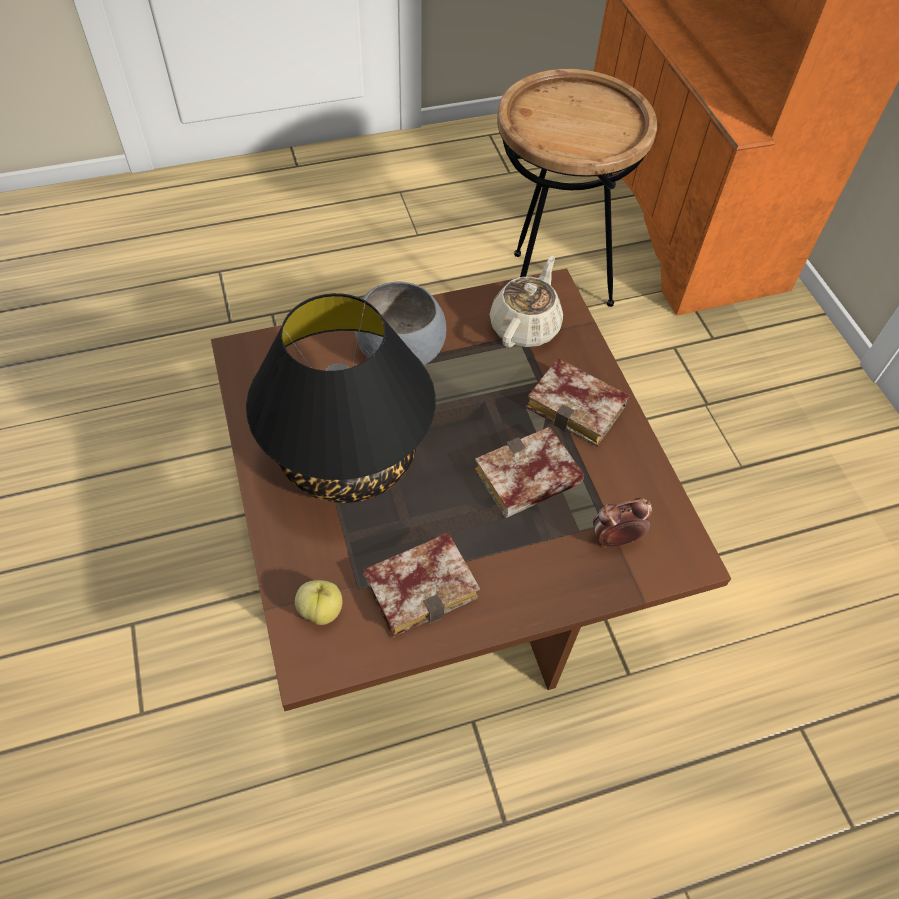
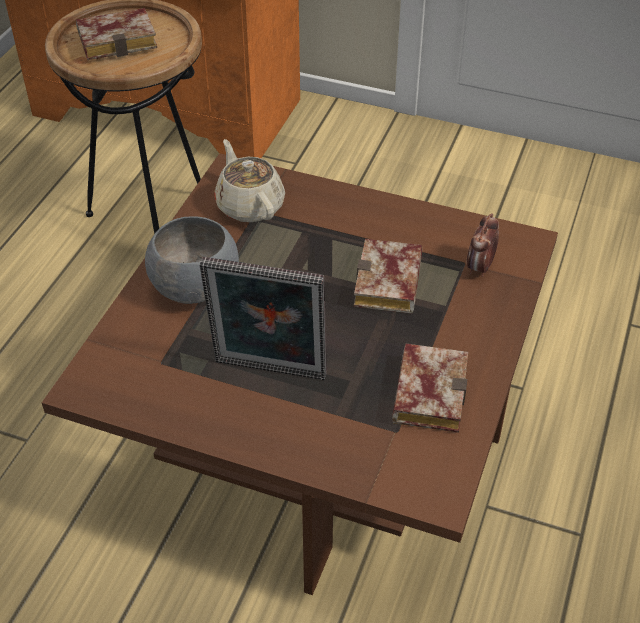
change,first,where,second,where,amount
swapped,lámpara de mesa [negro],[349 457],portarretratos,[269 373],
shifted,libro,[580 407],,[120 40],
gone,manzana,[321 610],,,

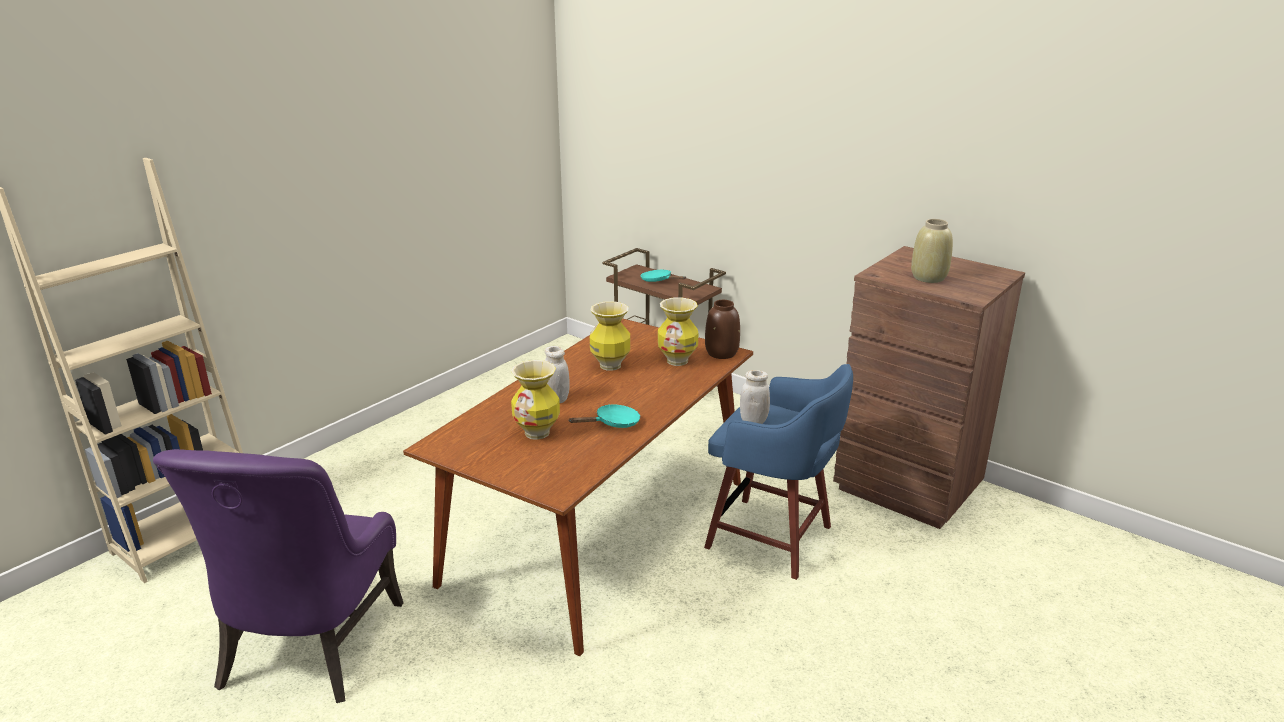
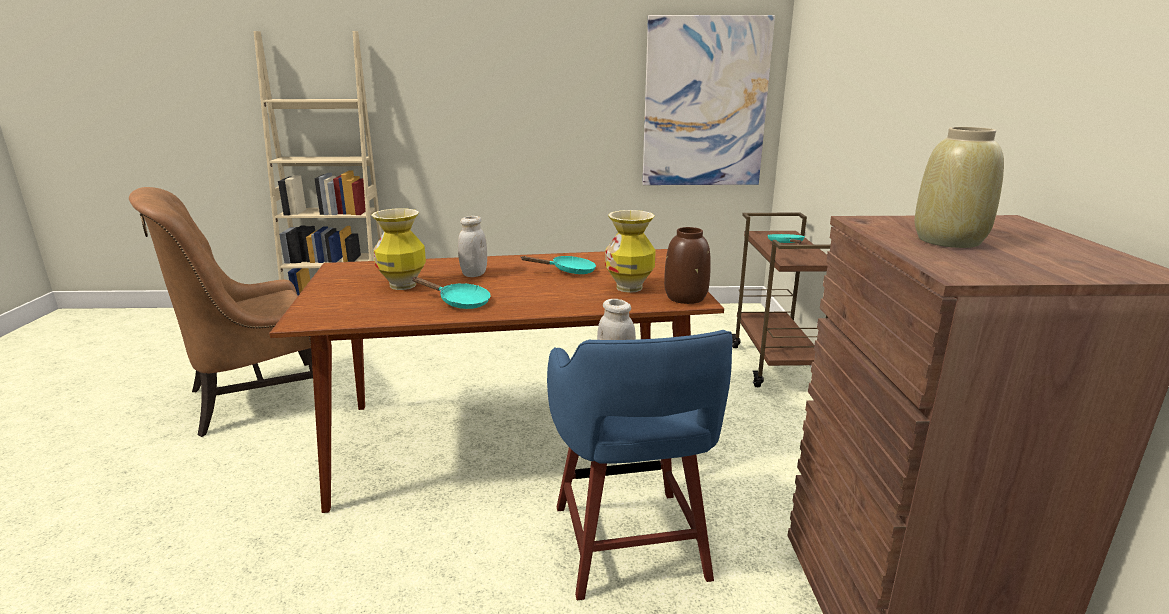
change,first,where,second,where,amount
swapped,florero,[610 366],sartén [turquesa],[569 271],
repainted,silla [morado],[310 645],silla [marrón],[257 397],
new,,,cuadro,[705 103],

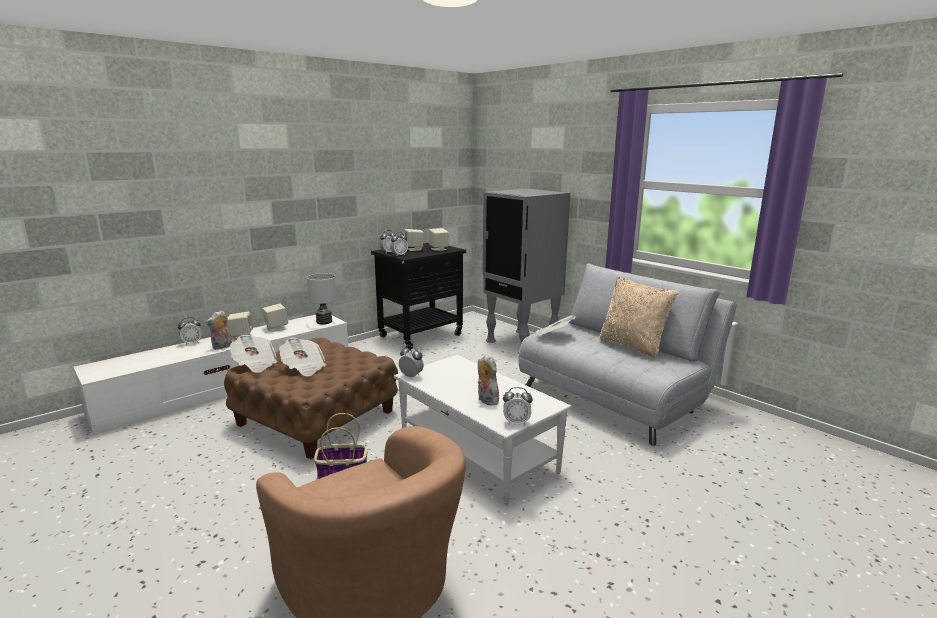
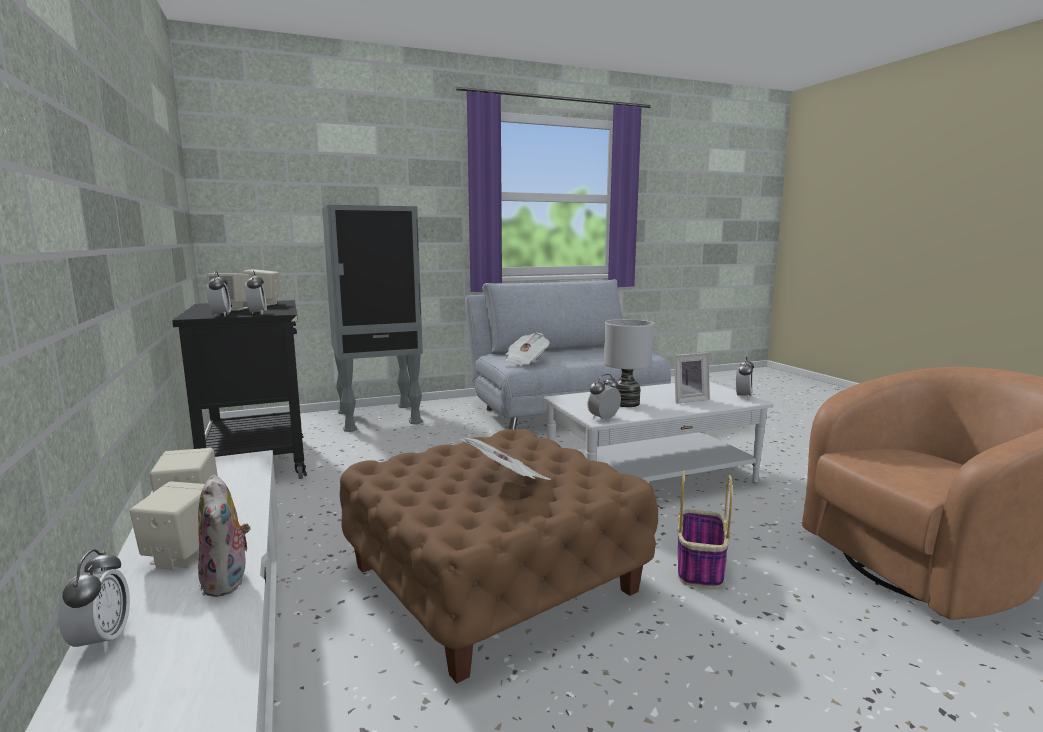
change,first,where,second,where,amount
shifted,lámpara de mesa [gris],[324 322],,[625 403],
gone,cojín [beis],[632 348],,,
gone,periódico,[255 364],,,
swapped,peluche,[486 400],portarretratos,[688 399],

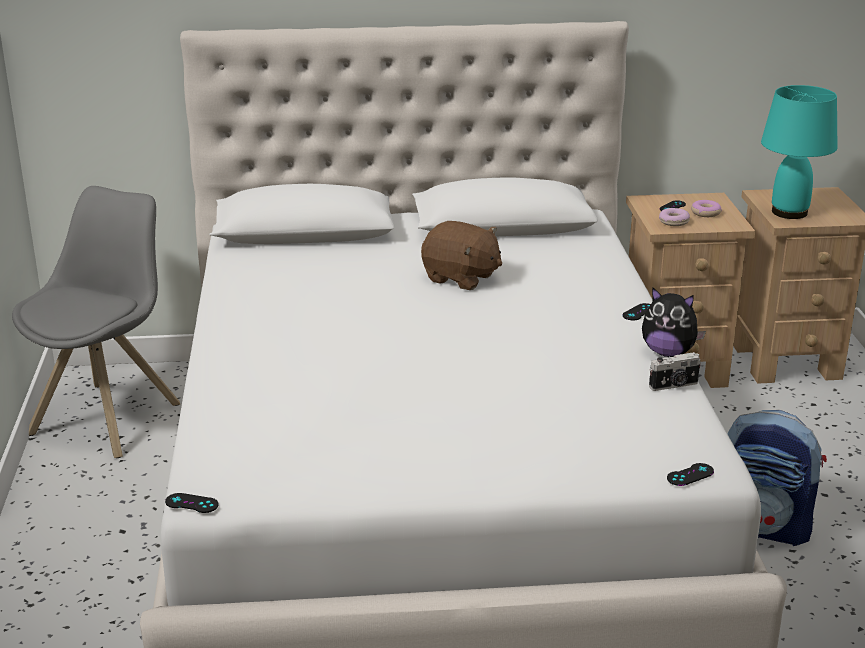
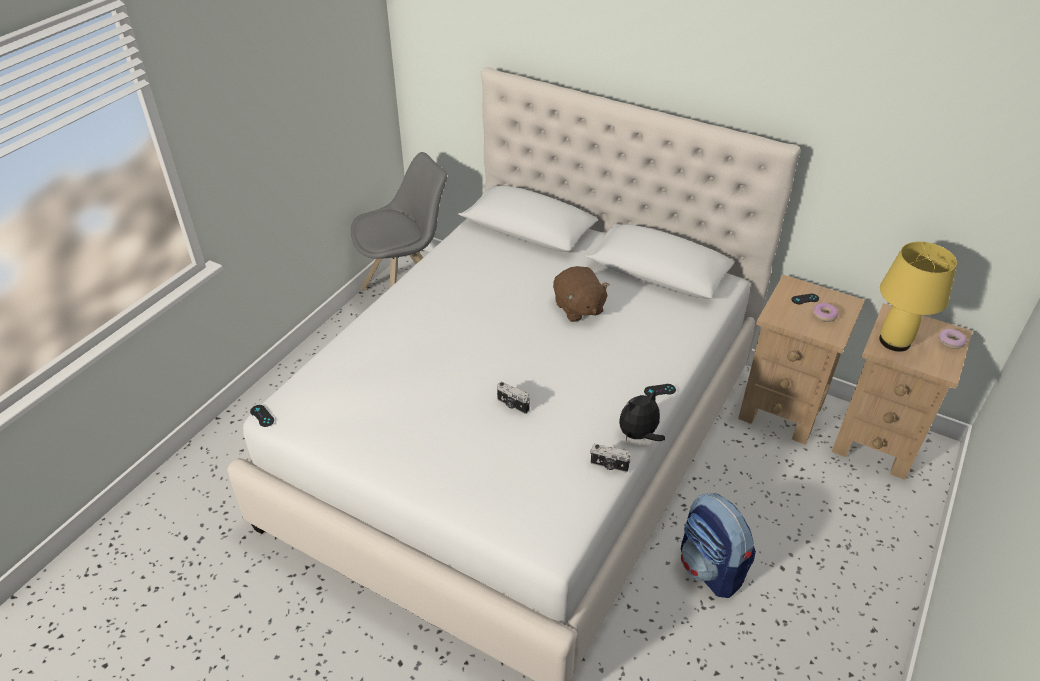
change,first,where,second,where,amount
repainted,lámpara de mesa [turquesa],[788 212],lámpara de mesa [amarillo],[894 341],
shifted,rosquilla,[673 222],,[950 342],
rotated,peluche,[668 352],,[639 435],90 degrees clockwise
gone,mando de consola [negro],[690 475],,,
new,,,cámara,[512 405],

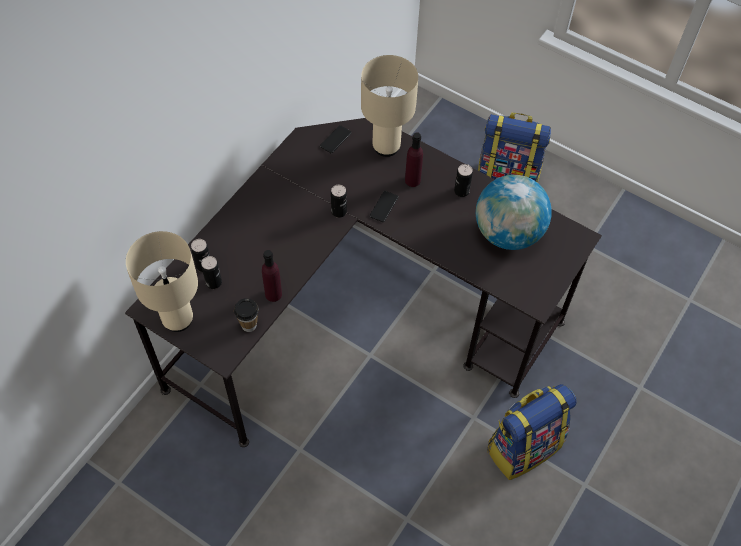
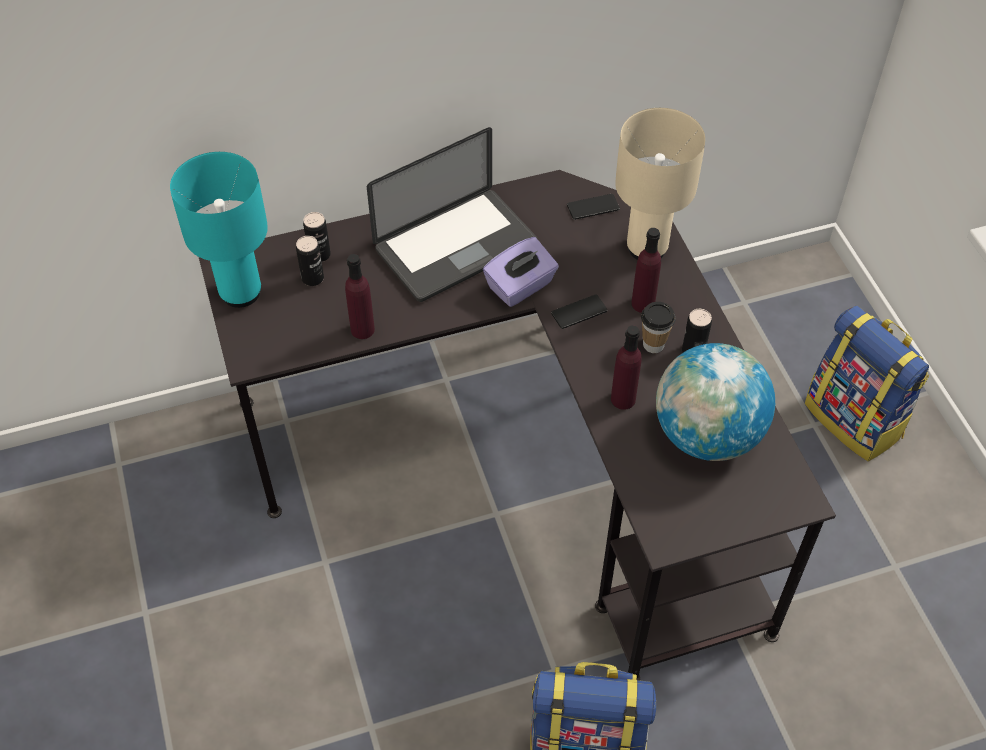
change,first,where,second,where,amount
swapped,lata,[339 211],caja de pañuelos [morado],[520 286],
repainted,lámpara de mesa [beis],[177 320],lámpara de mesa [turquesa],[239 293],
shifted,taza,[249 325],,[653 345],
new,,,portátil,[455 247],
new,,,botella [morado],[623 399],

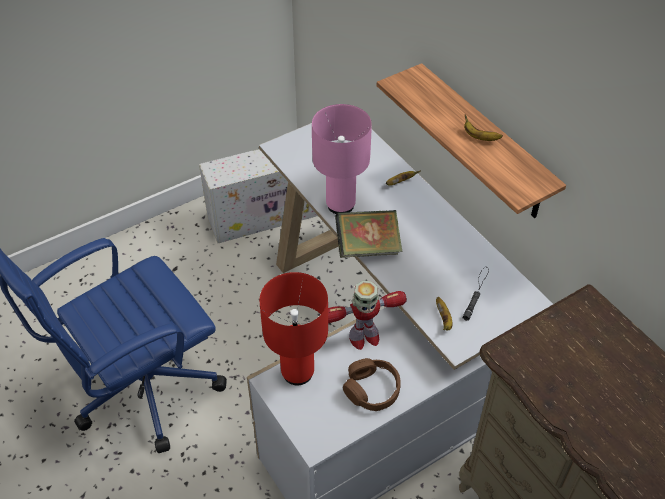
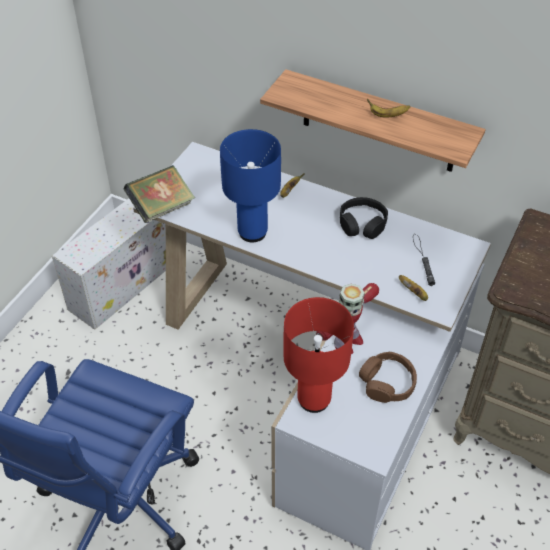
change,first,where,second,where,amount
repainted,lámpara de mesa [rosa],[341 204],lámpara de mesa [azul],[252 232],
shifted,libro,[368 248],,[161 208],
new,,,auriculares [negro],[362 224],

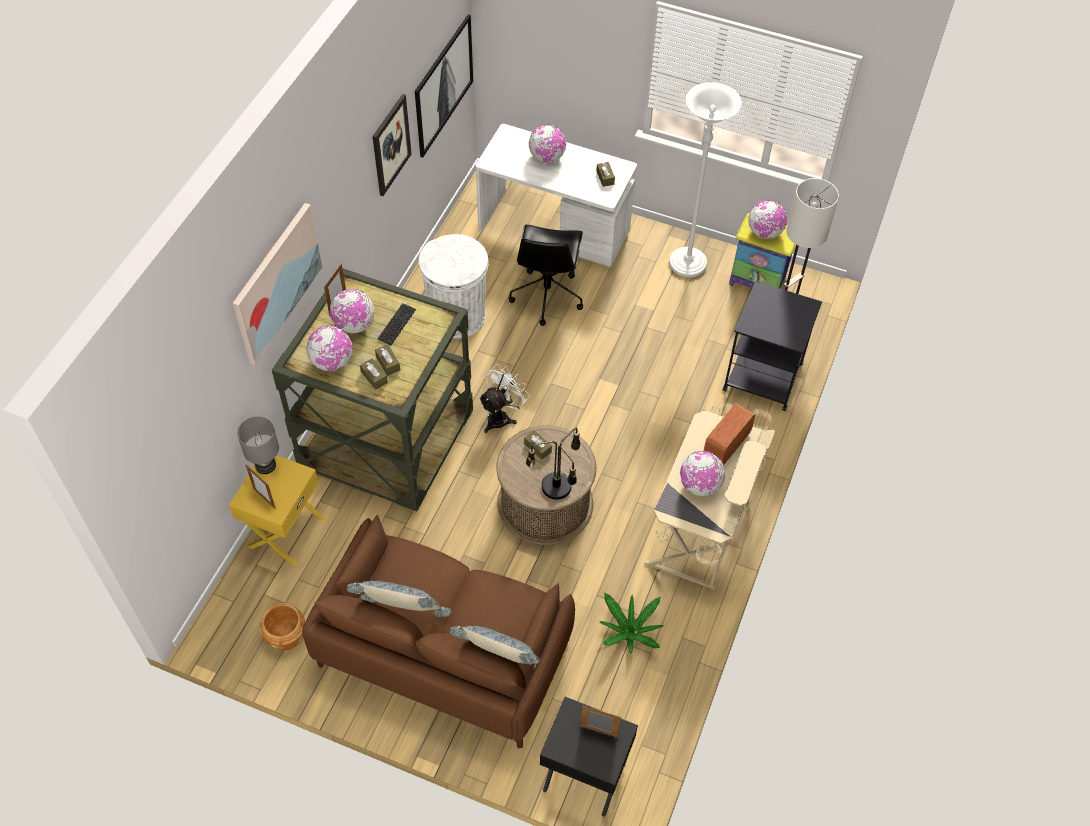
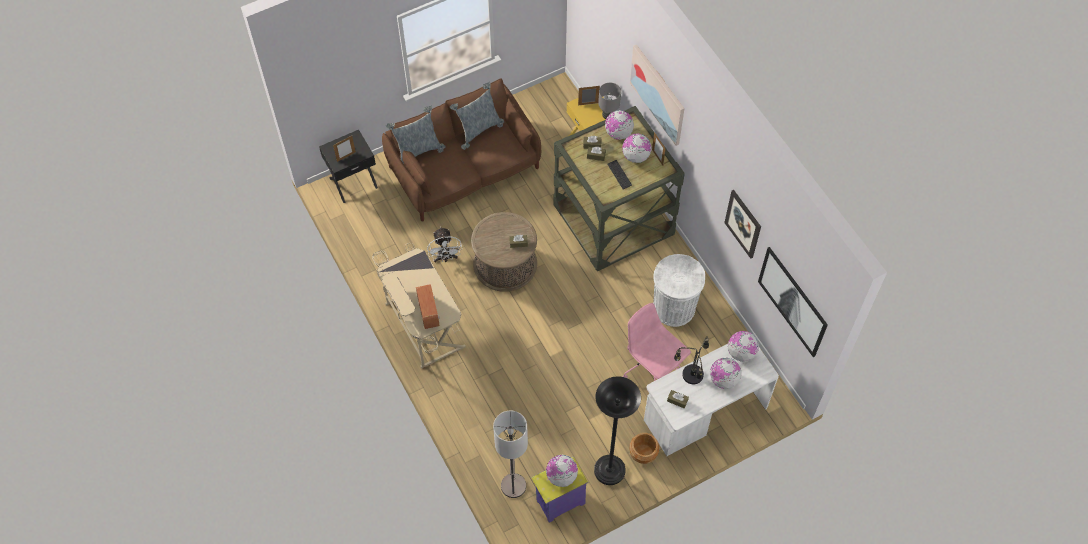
change,first,where,second,where,amount
repainted,lámpara de pie [blanco],[687 264],lámpara de pie [negro],[609 470],
repainted,silla de oficina [negro],[547 294],silla de oficina [rosa],[651 369],
gone,carrito [negro],[762 378],,,
shifted,ventilador [blanco],[501 416],,[445 258],
shifted,lámpara de mesa,[556 487],,[692 374],
shifted,globo terráqueo,[699 485],,[741 353],
gone,planta en maceta,[630 632],,,
shifted,maceta [marrón],[286 637],,[643 454],

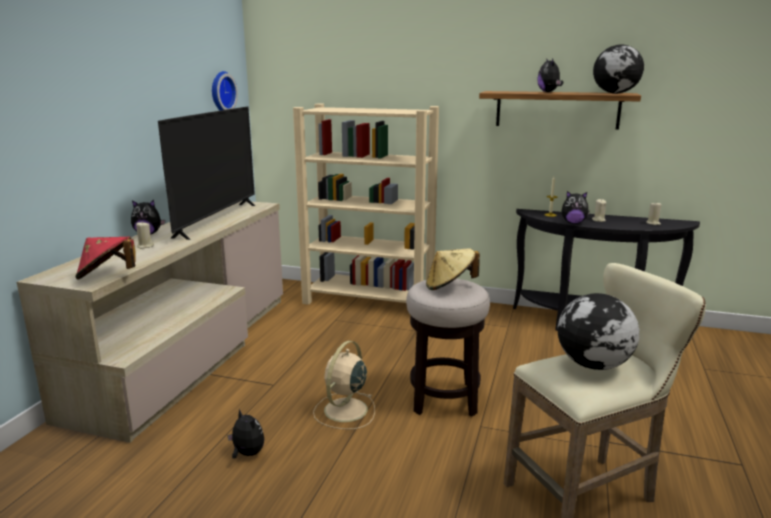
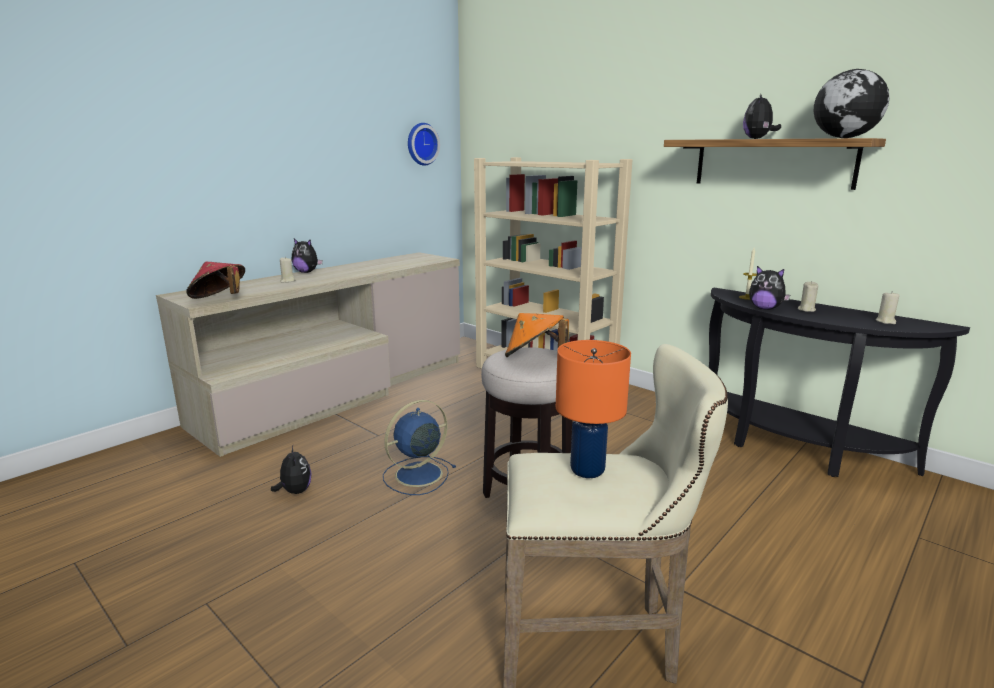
change,first,where,second,where,amount
gone,televisor,[217 220],,,
repainted,sombrero [beis],[450 286],sombrero [naranja],[534 357],
swapped,globo terráqueo,[593 365],lámpara de mesa [naranja],[585 471],
repainted,ventilador [beis],[344 411],ventilador [azul],[417 475],

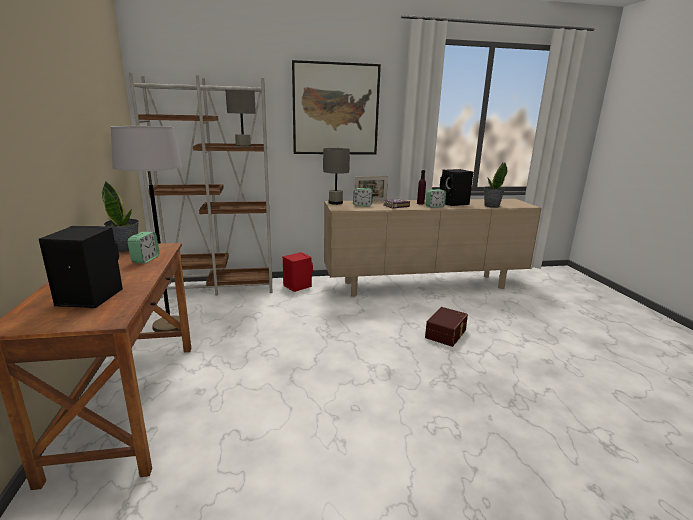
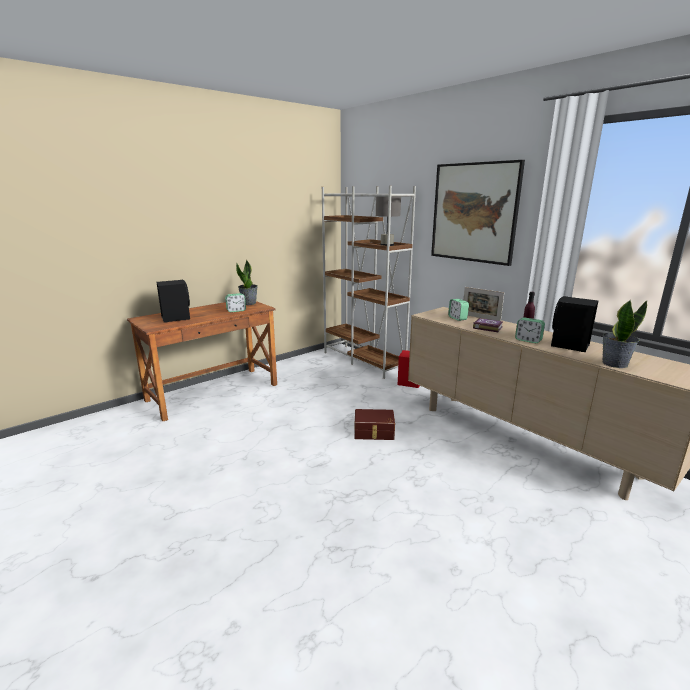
change,first,where,second,where,amount
gone,lámpara de pie [gris],[169 326],,,
gone,lámpara de mesa [gris],[335 203],,,
shifted,caja de almacenaje [marrón],[446 334],,[374 432],

